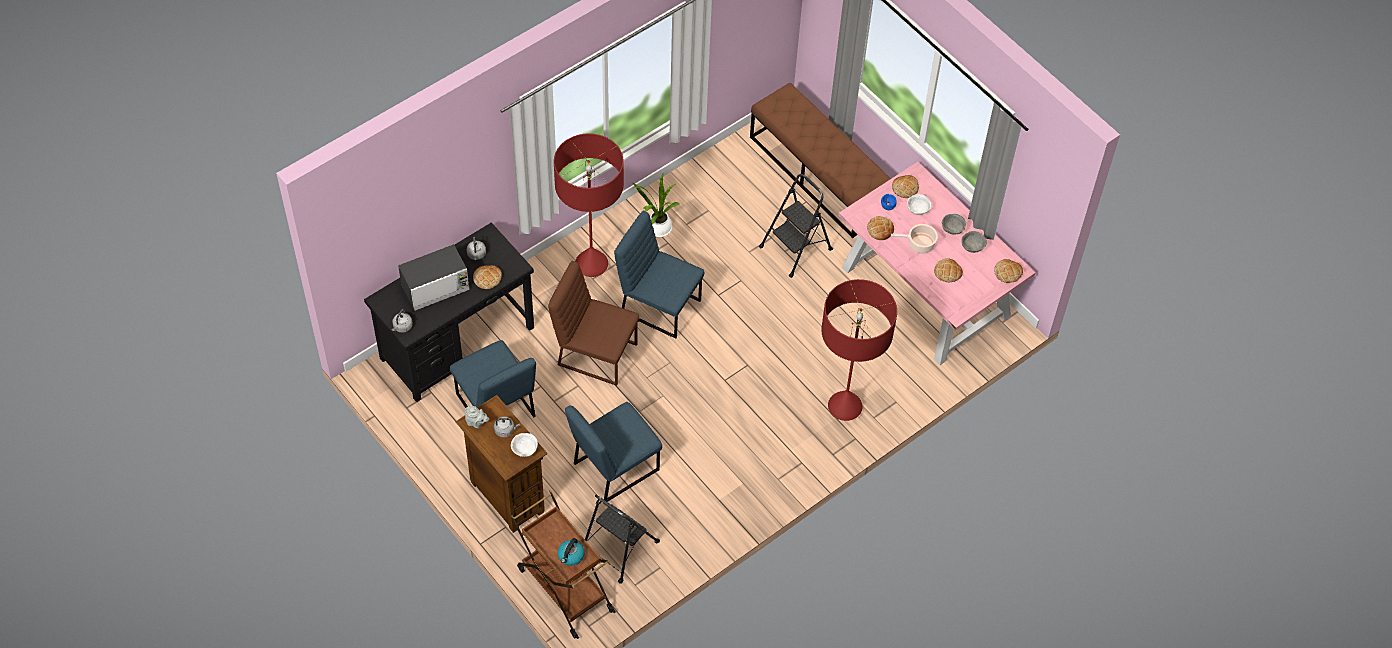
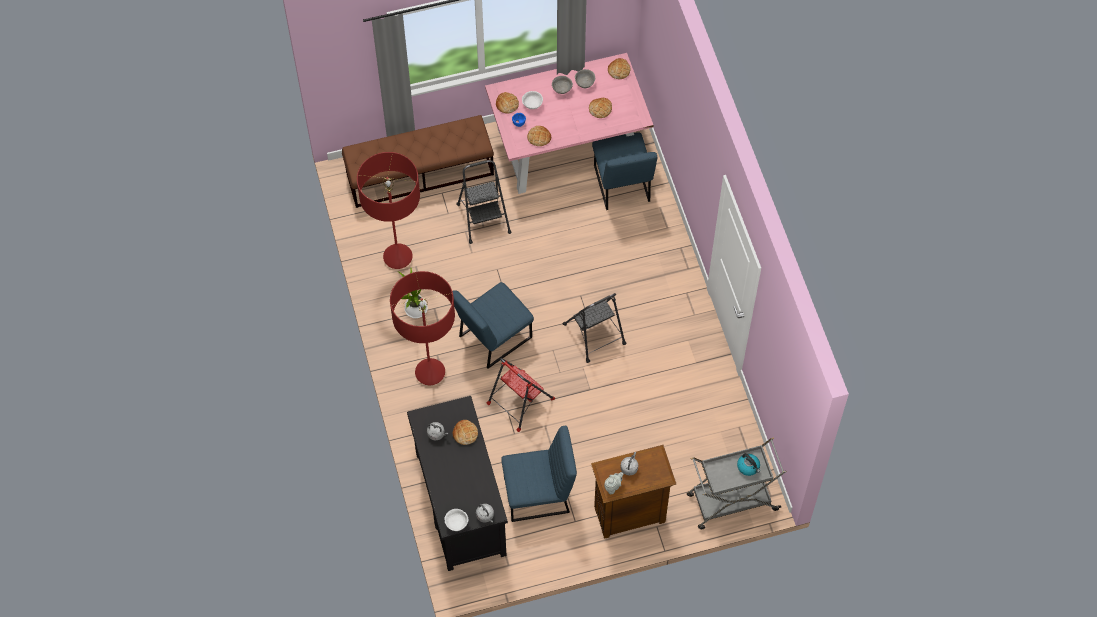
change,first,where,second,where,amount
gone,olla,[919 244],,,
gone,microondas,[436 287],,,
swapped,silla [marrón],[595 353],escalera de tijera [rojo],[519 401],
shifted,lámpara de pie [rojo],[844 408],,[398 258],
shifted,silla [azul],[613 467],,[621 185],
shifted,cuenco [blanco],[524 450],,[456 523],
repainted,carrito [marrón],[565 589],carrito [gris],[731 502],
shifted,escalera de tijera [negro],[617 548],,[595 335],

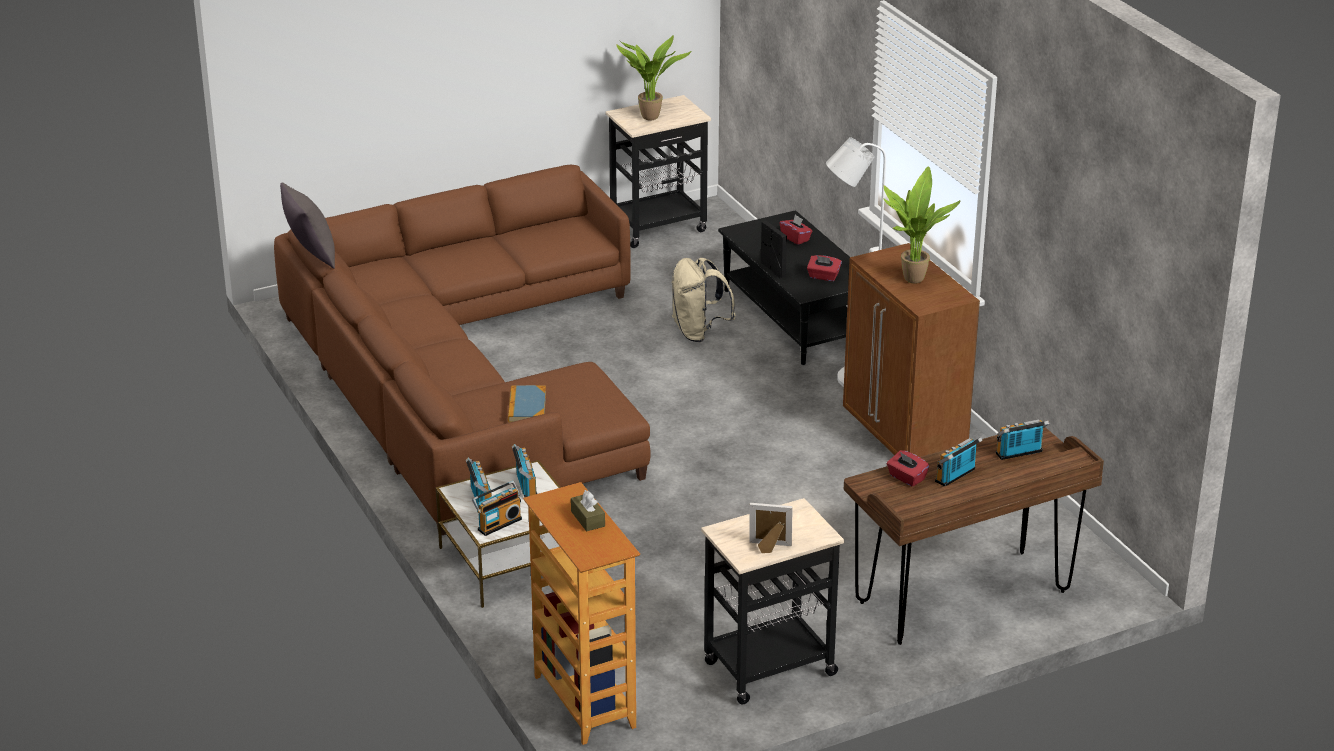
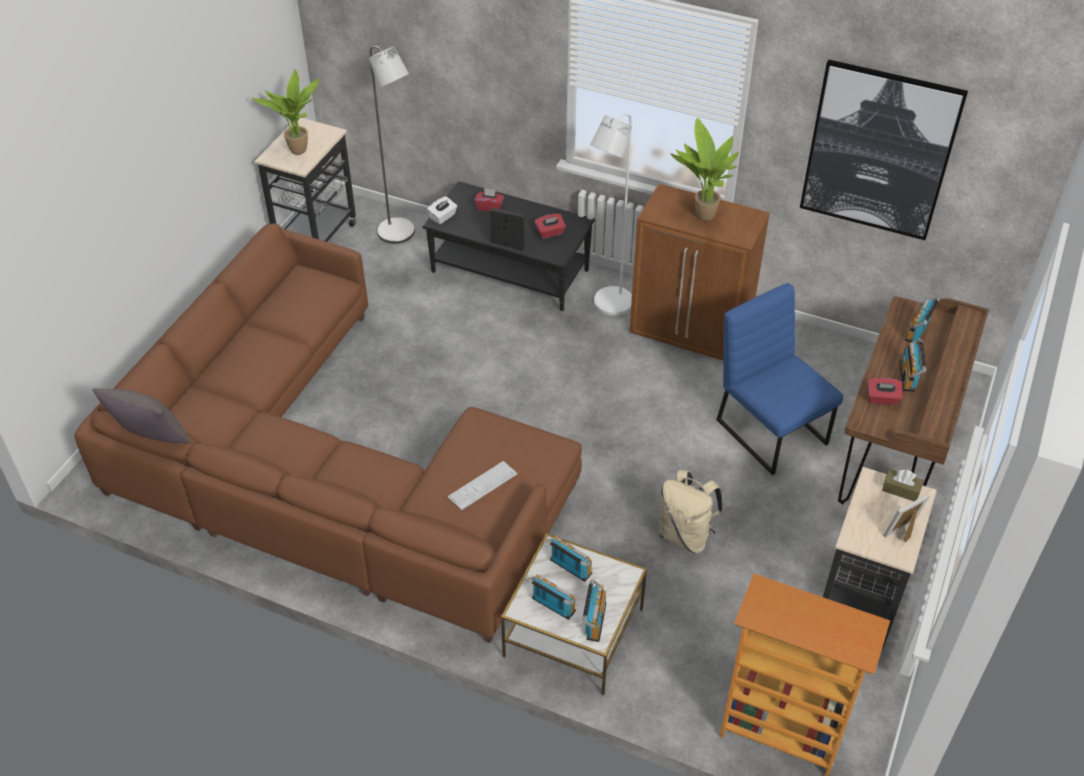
change,first,where,second,where,amount
shifted,mochila [beis],[699 332],,[685 535],
swapped,libro,[527 407],teclado,[482 486],
shifted,caja de pañuelos [marrón],[588 519],,[900 490],
new,,,lámpara de pie [gris],[400 235],
new,,,cuadro,[879 151],
new,,,caja de pañuelos [blanco],[443 217],
new,,,silla [azul],[770 429],

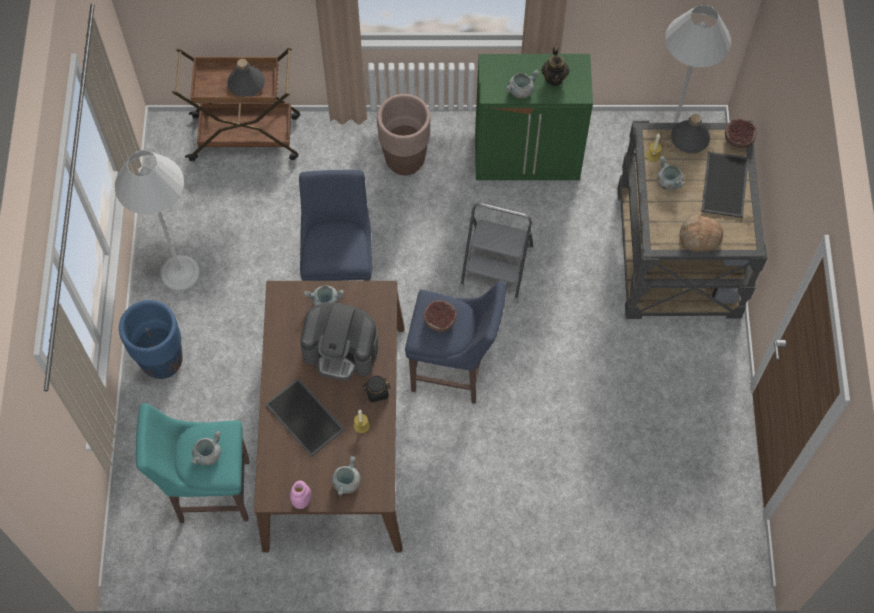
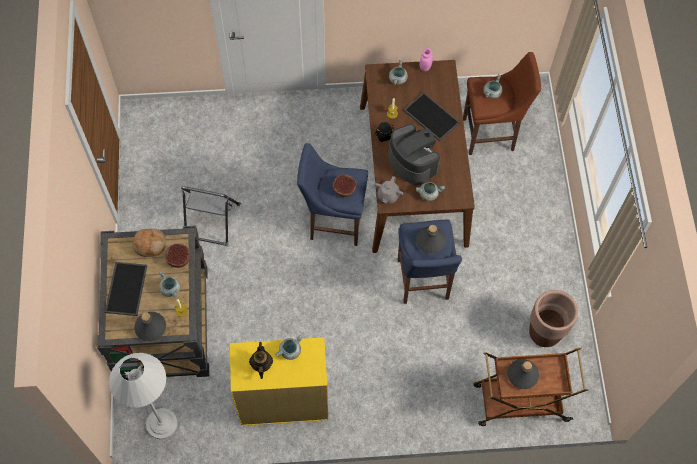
change,first,where,second,where,amount
repainted,armario [verde],[527 156],armario [amarillo],[283 400],
shifted,maceta [marrón],[405 160],,[544 334],
shifted,cuenco,[738 138],,[179 258],
gone,lámpara de pie [blanco],[180 273],,,
shifted,escalera de tijera [gris],[498 264],,[211 222],
gone,maceta [azul],[162 362],,,
rotated,cafetera,[341 350],,[412 161],45 degrees clockwise
repainted,taburete [turquesa],[210 490],taburete [marrón],[491 134],
new,,,tetera [gris],[388 196],
new,,,botella [gris],[430 241],

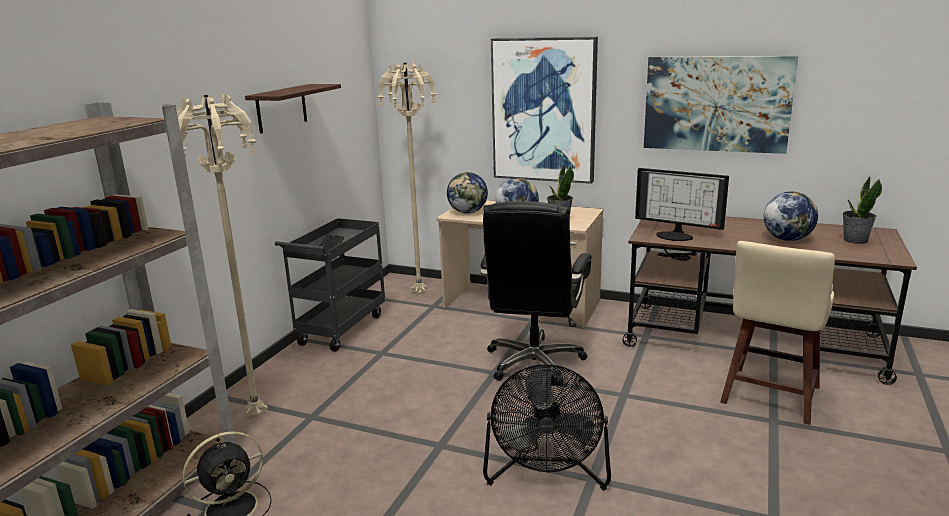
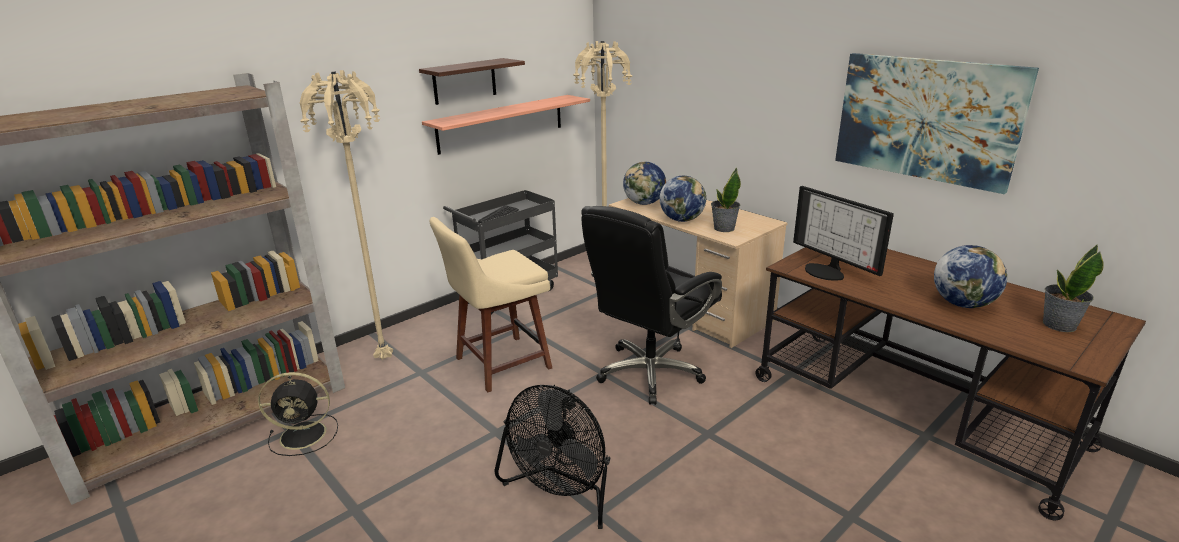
change,first,where,second,where,amount
gone,cuadro,[544 110],,,
shifted,taburete [beis],[769 397],,[498 364],
new,,,estante,[501 123],

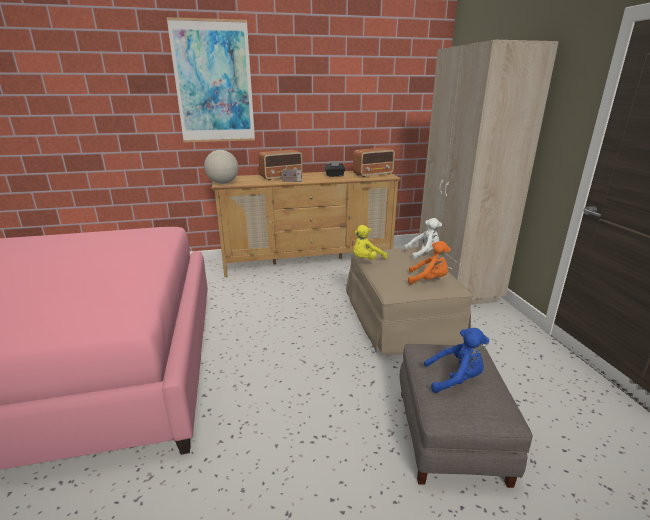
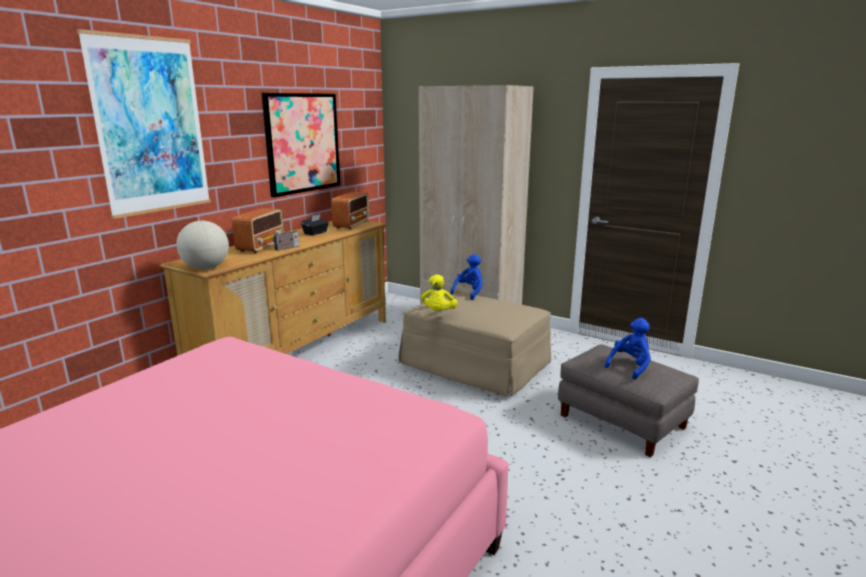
change,first,where,second,where,amount
repainted,peluche [blanco],[423 253],peluche [azul],[469 292],
gone,peluche [naranja],[429 280],,,
new,,,cuadro,[302 143],

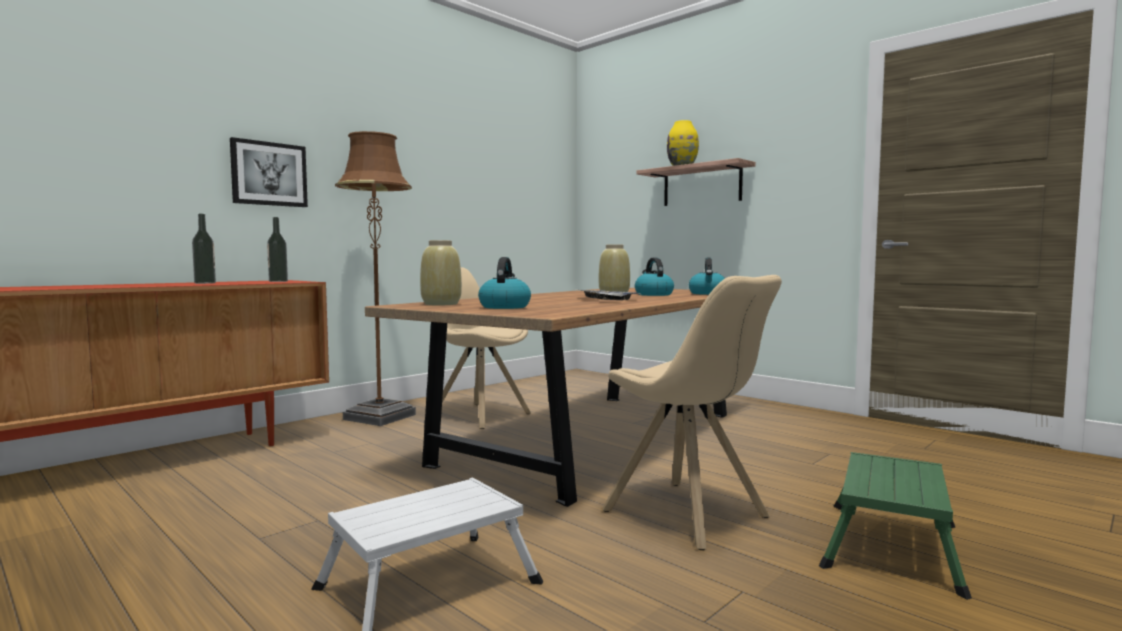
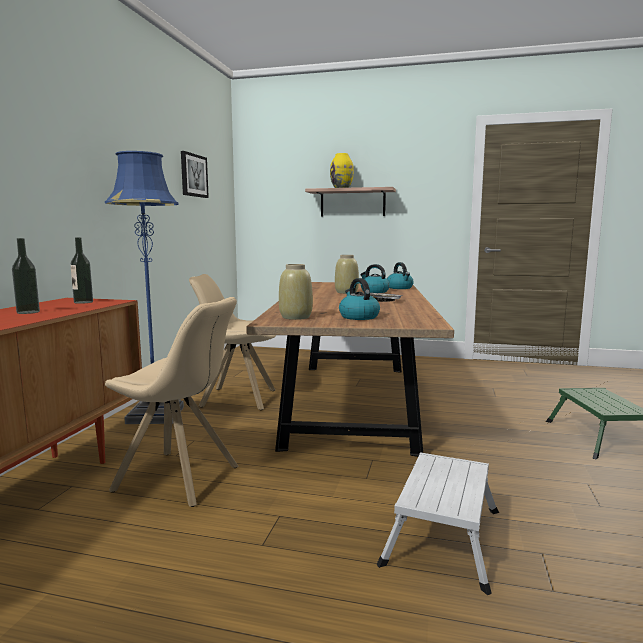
change,first,where,second,where,amount
repainted,lámpara de pie [marrón],[379 417],lámpara de pie [azul],[155 415],
shifted,cuadro,[269 174],,[193 175],
shifted,silla [beis],[687 513],,[178 478],

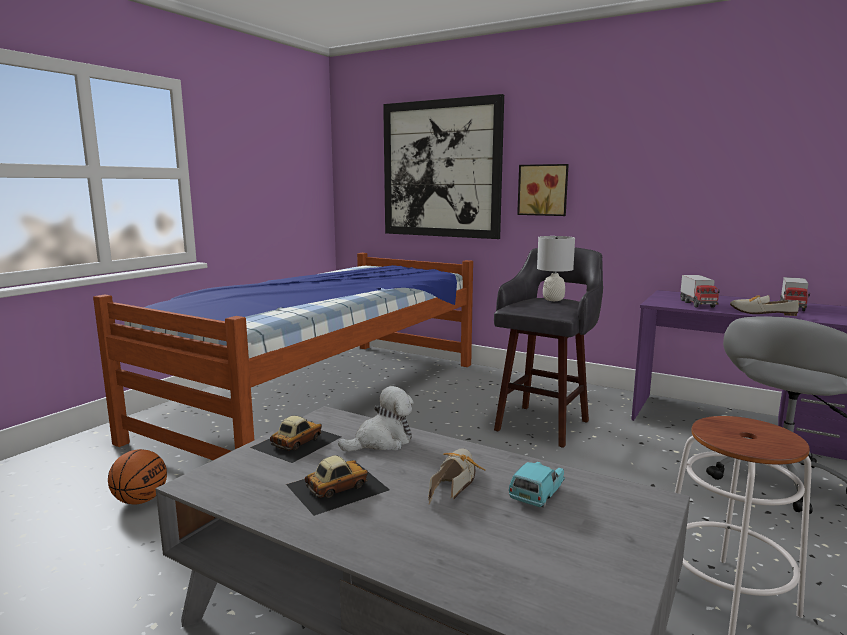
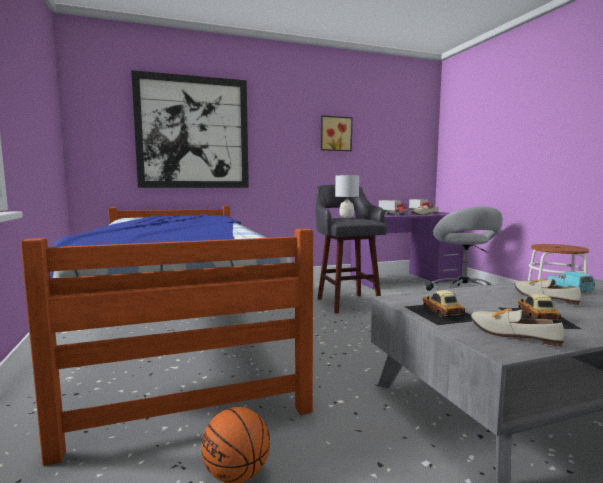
change,first,where,second,where,amount
shifted,cuadro,[543 190],,[335 134],
gone,peluche,[381 441],,,
new,,,zapato,[508 333],

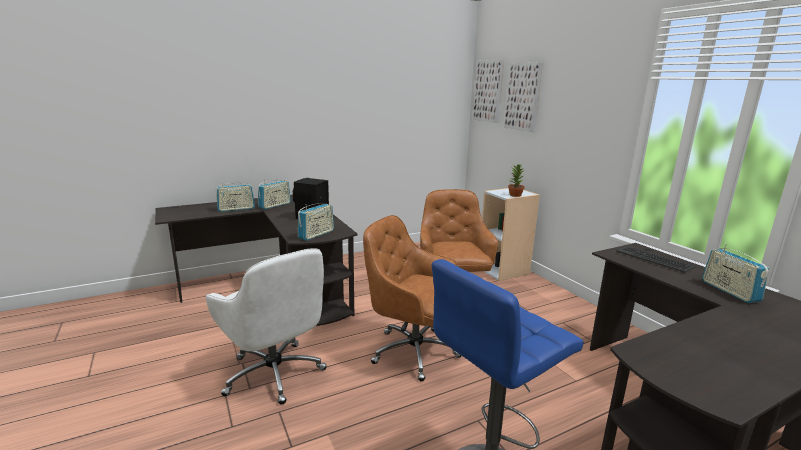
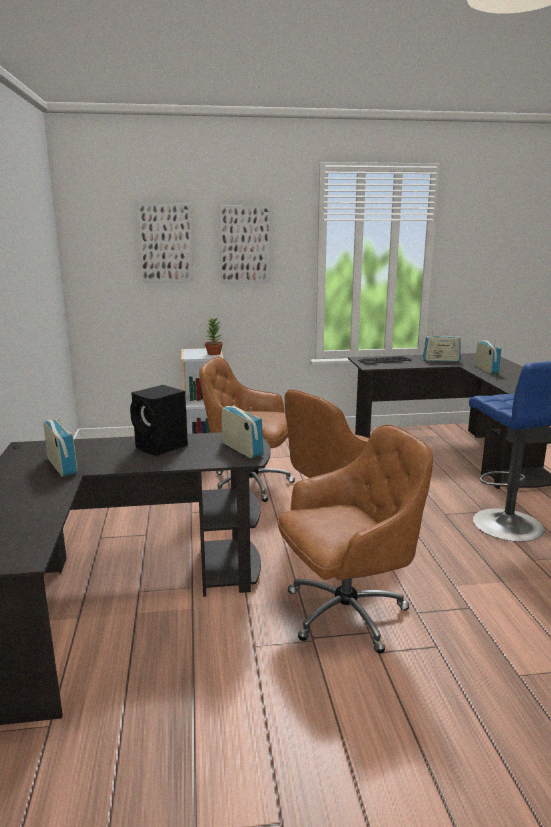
change,first,where,second,where,amount
shifted,cuadro,[488 91],,[245 245],
shifted,radio,[236 209],,[486 369],
repainted,silla de oficina [blanco],[273 374],silla de oficina [marrón],[346 613],

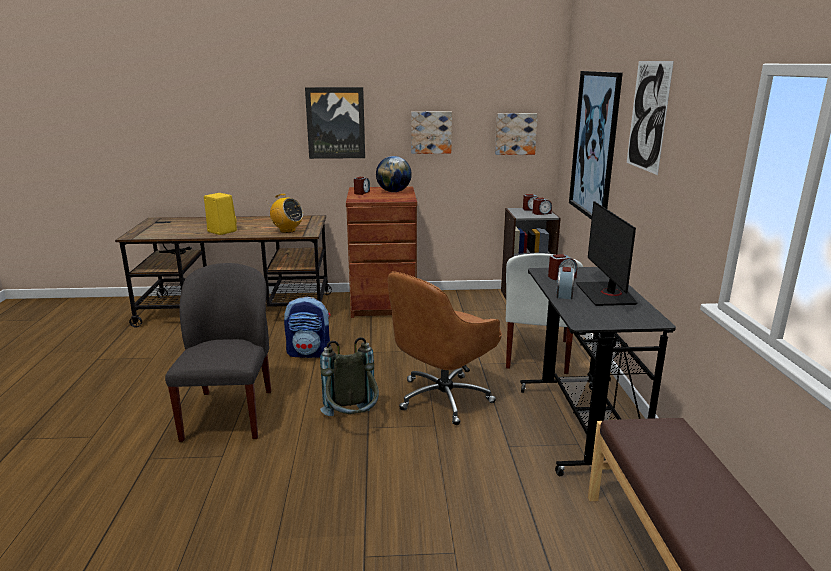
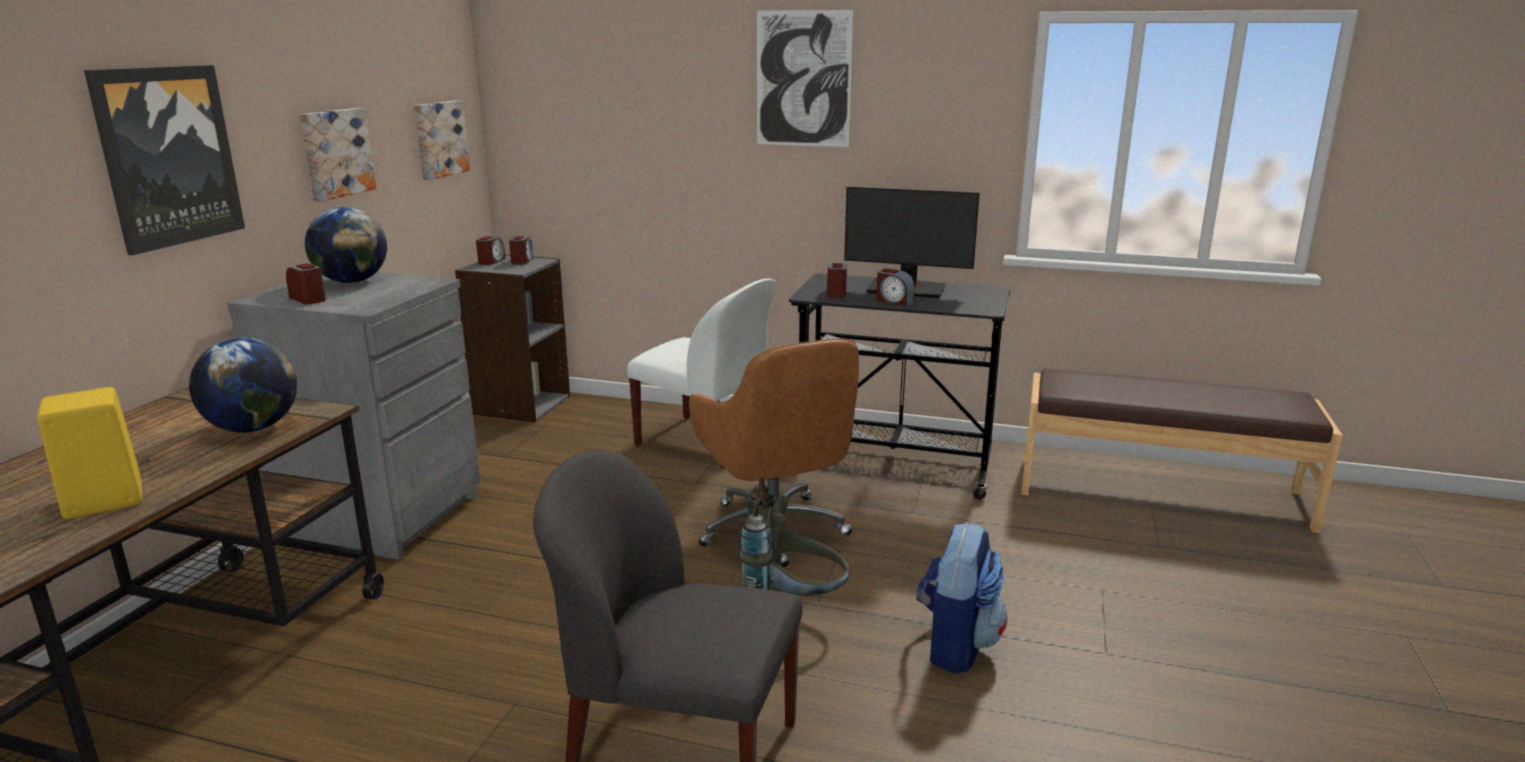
change,first,where,second,where,amount
gone,cuadro,[594 145],,,
repainted,cómoda [marrón],[384 304],cómoda [gris],[384 515],
swapped,radio,[287 230],globo terráqueo,[253 428],
shifted,mochila,[310 353],,[955 645],

